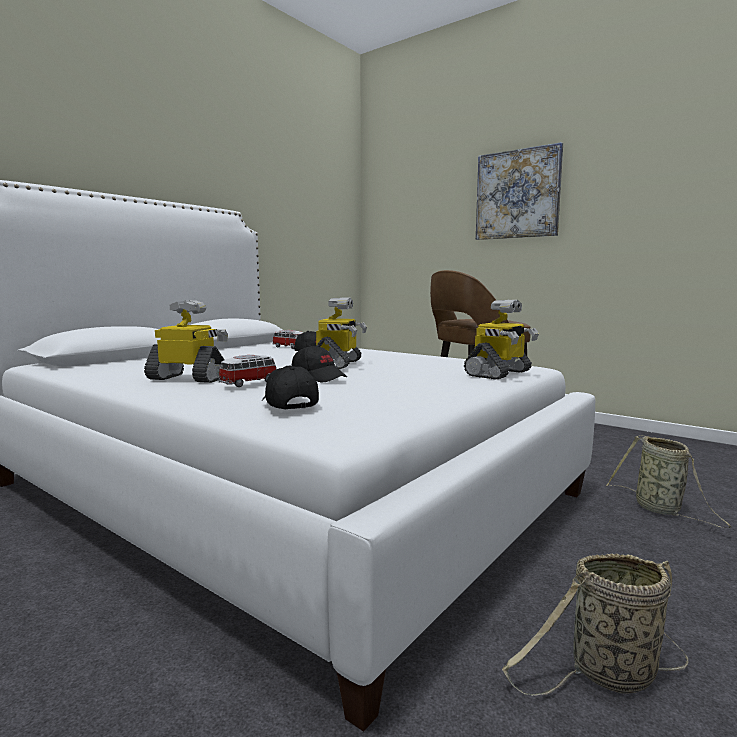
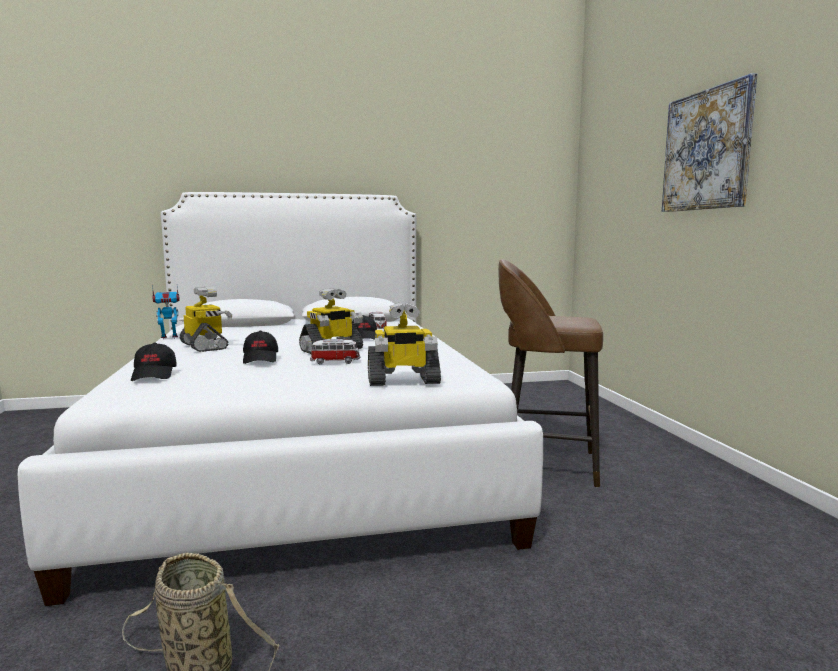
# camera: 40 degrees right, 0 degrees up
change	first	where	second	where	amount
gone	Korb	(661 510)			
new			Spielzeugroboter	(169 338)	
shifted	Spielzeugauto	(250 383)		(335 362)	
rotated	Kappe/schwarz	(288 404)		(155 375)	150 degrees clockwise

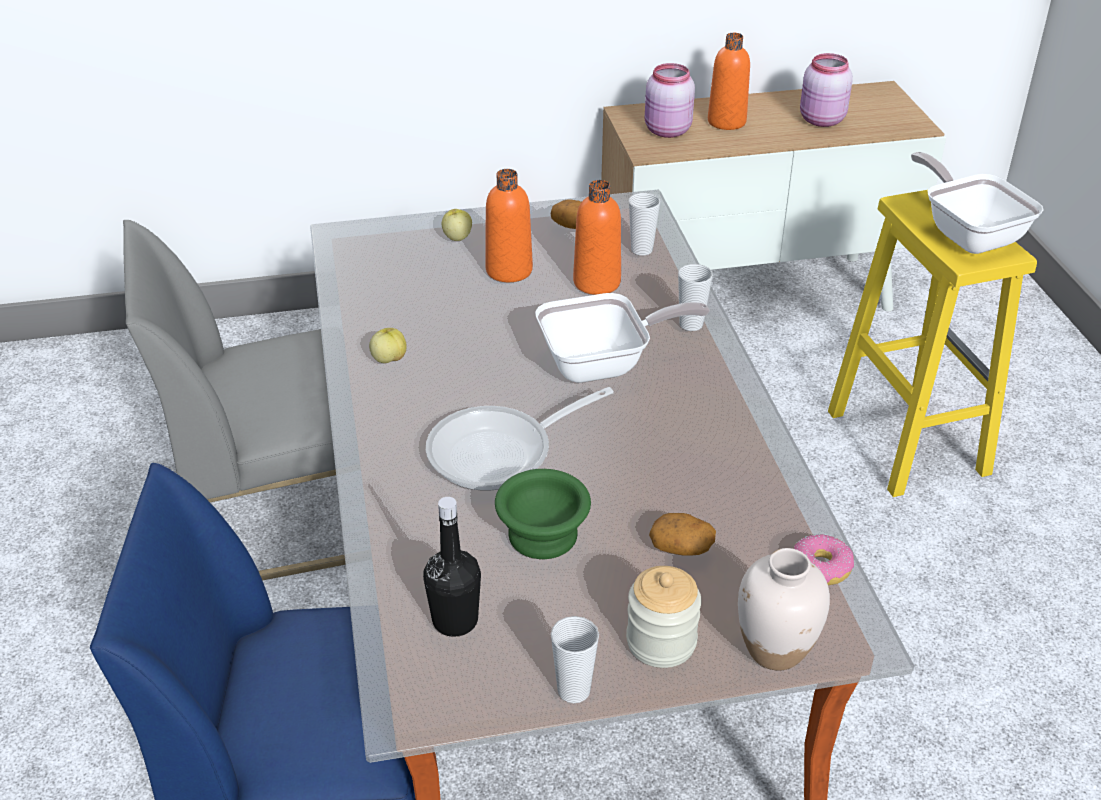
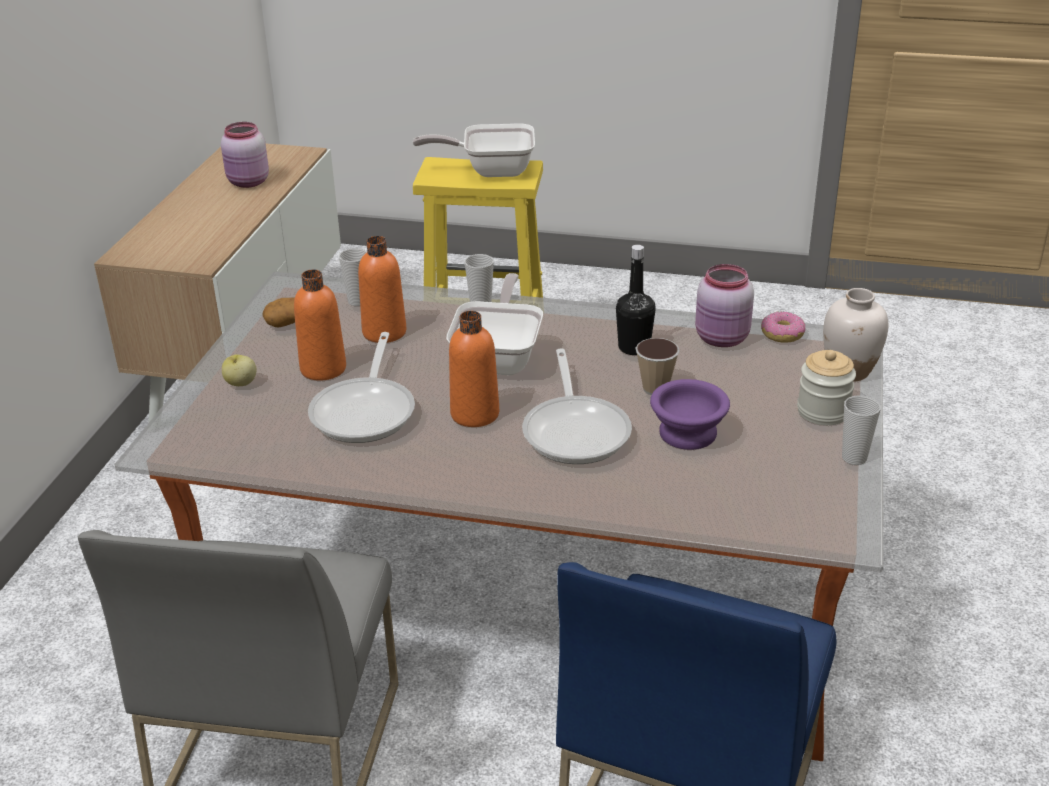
# camera: 65 degrees left, 5 degrees down
change	first	where	second	where	amount
gone	Apfel	(389 359)			
gone	Kartoffel	(682 547)			
new			Pfanne	(366 411)	
new			Tasse	(655 388)	
shifted	Flasche/schwarz	(455 620)		(634 347)	
shifted	Vorratsglas/rosa	(666 131)		(722 339)	
shifted	Flasche/orange	(726 122)		(475 414)	
repainted	Schüssel/grün	(545 534)	Schüssel/lila	(687 432)	

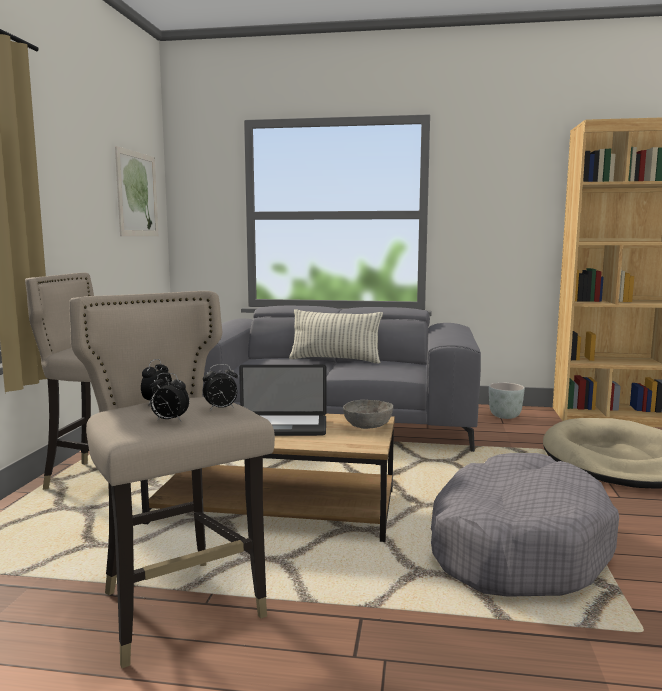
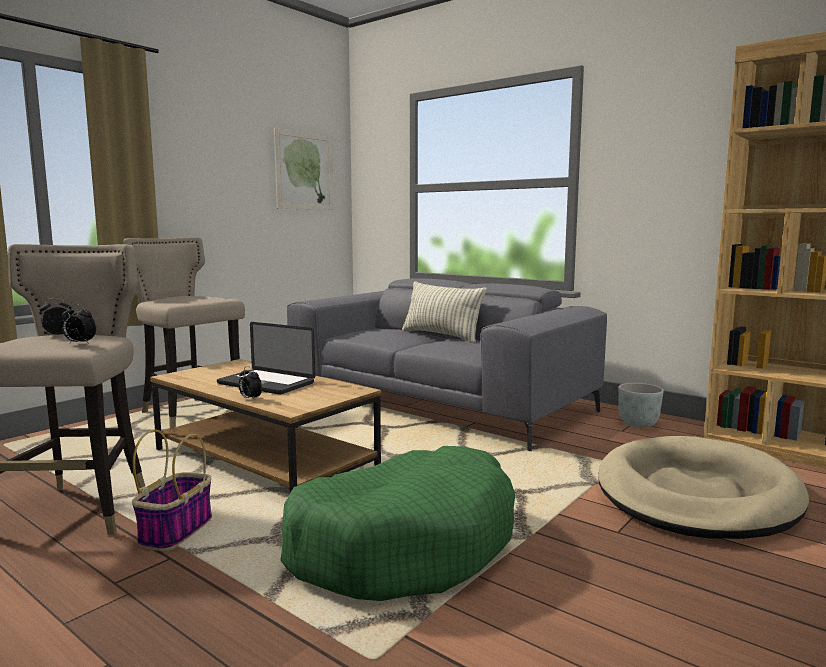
# camera: 30 degrees right, 0 degrees up
change	first	where	second	where	amount
gone	Schüssel/grau	(367 425)			
new			Korb	(176 530)	
shifted	Wecker	(169 420)		(250 399)	
repainted	Hundebett/grau	(516 546)	Hundebett/grün	(403 545)	

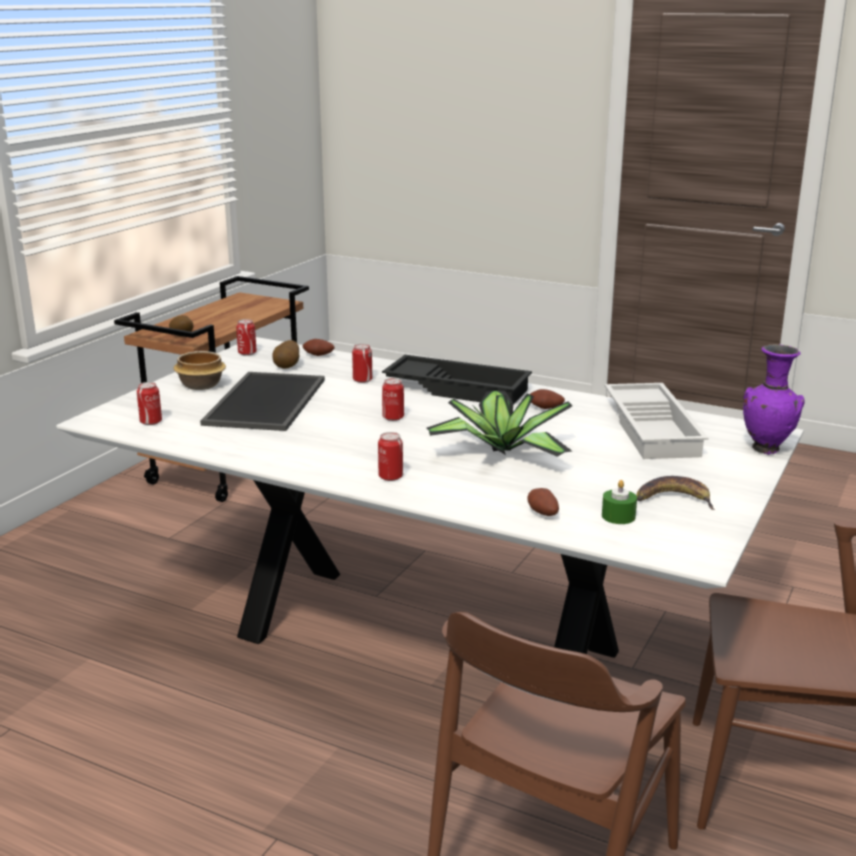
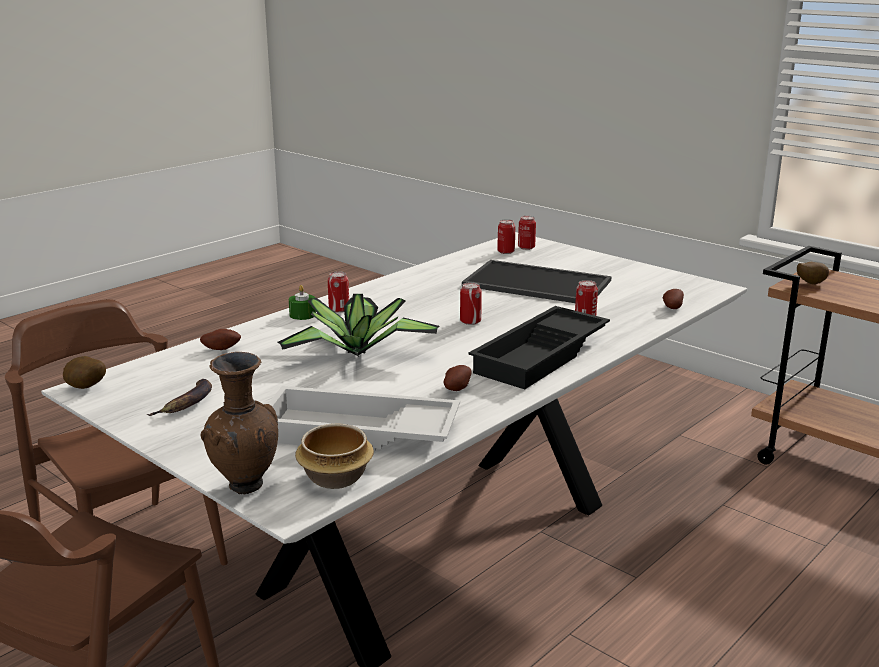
# camera: 105 degrees right, 0 degrees up
change	first	where	second	where	amount
shifted	Schüssel	(200 385)		(337 477)	
shifted	Dose	(247 353)		(526 247)	
shifted	Kartoffel	(288 367)		(86 388)	
shifted	Kerze/grün	(618 516)		(302 315)	
repainted	Vase/lila	(767 449)	Vase/braun	(246 488)	

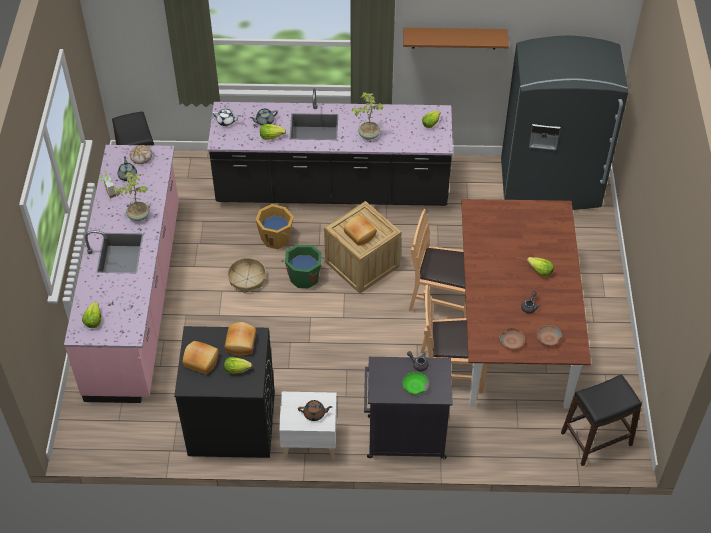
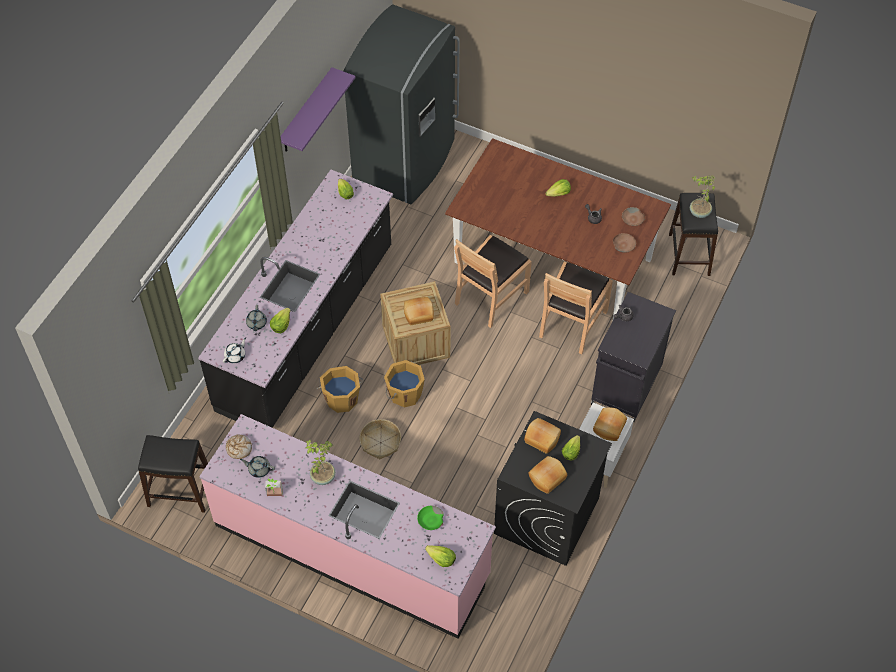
# camera: 65 degrees left, 5 degrees up
change	first	where	second	where	amount
shifted	Topfpflanze	(368 135)		(699 213)	
shifted	Schüssel/grün	(414 386)		(430 521)	
swapped	Teekanne/braun	(314 414)	Brot	(608 427)	
repainted	Eimer/grün	(304 276)	Eimer/orange	(404 394)	
repainted	Wandregal/braun	(454 38)	Wandregal/lila	(306 112)	

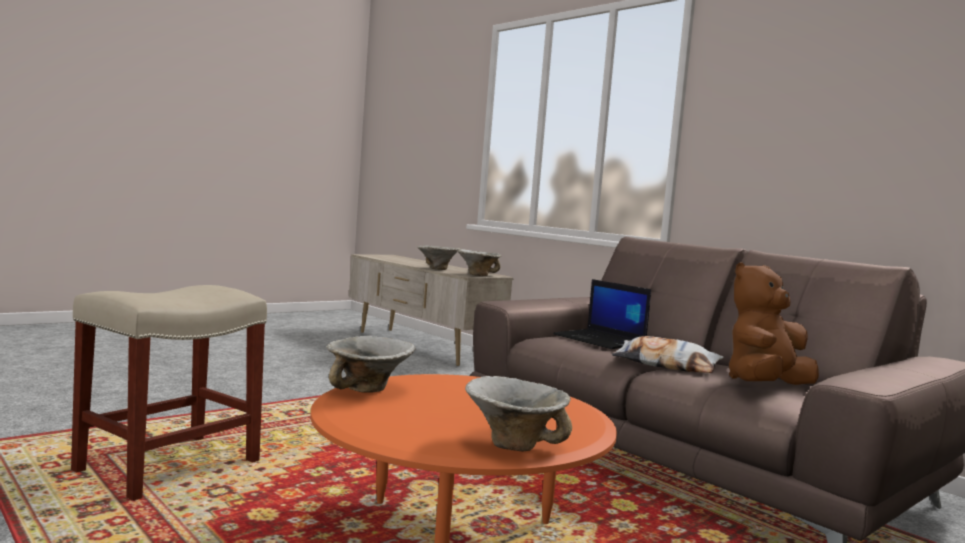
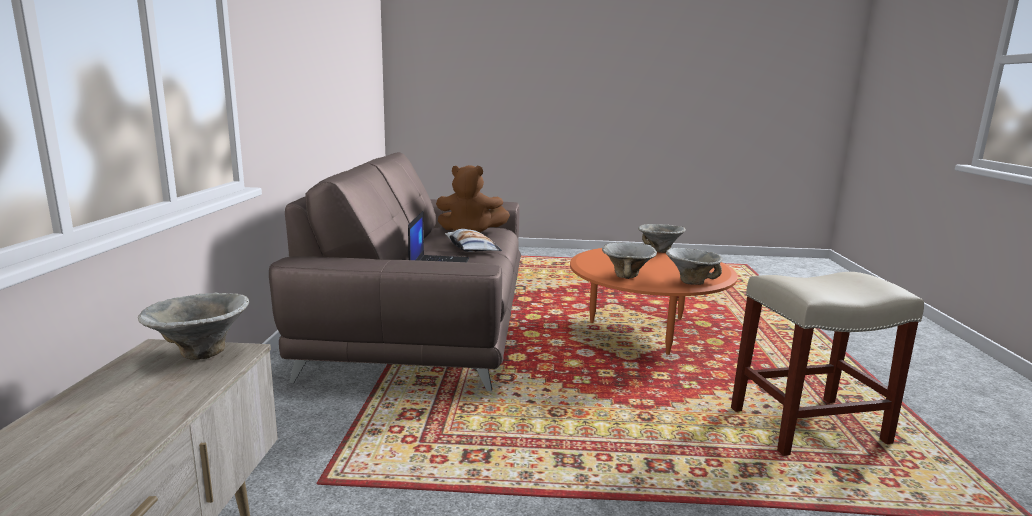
# camera: 135 degrees left, 10 degrees up
change	first	where	second	where	amount
shifted	Schüssel	(436 269)		(628 276)	

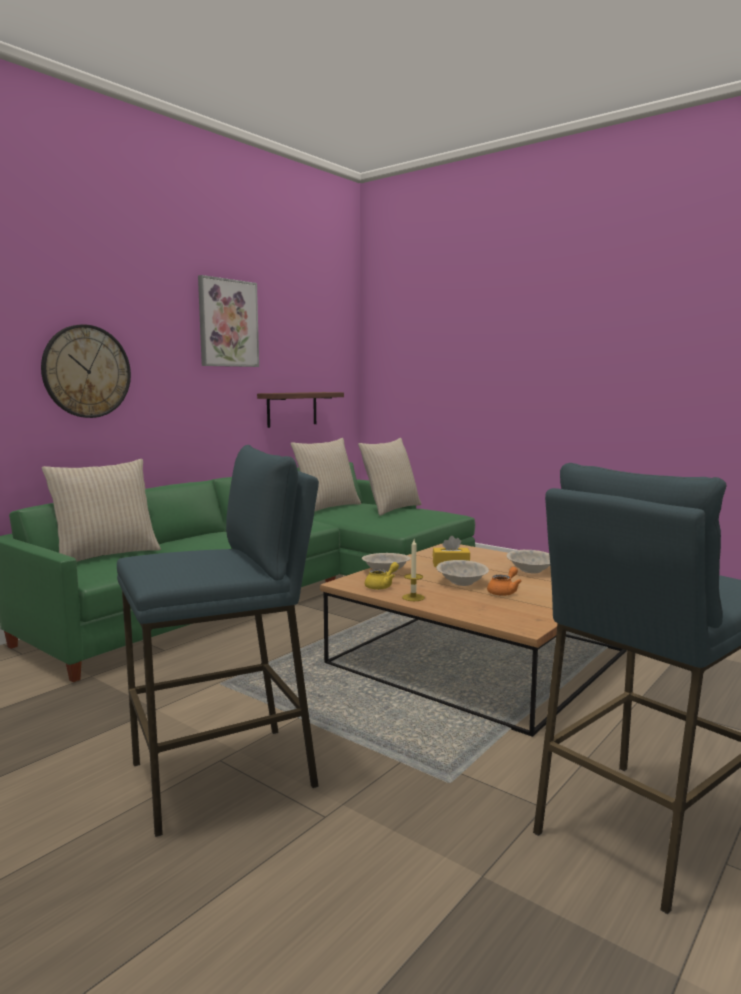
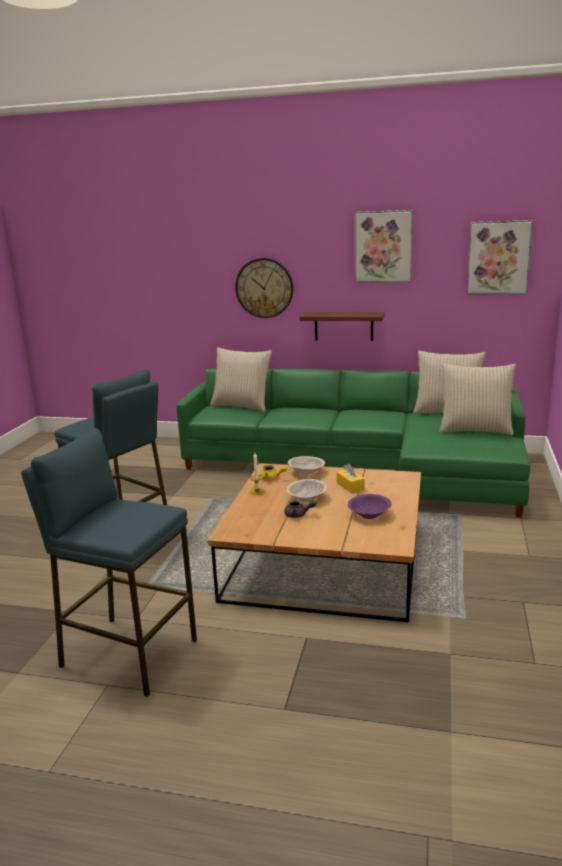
# camera: 65 degrees right, 10 degrees up
change	first	where	second	where	amount
new			Bild	(498 258)	
shifted	Wandregal	(292 409)		(343 326)	
repainted	Teekanne/orange	(504 592)	Teekanne/grau	(298 515)	
repainted	Schüssel/beige	(531 570)	Schüssel/lila	(369 515)	

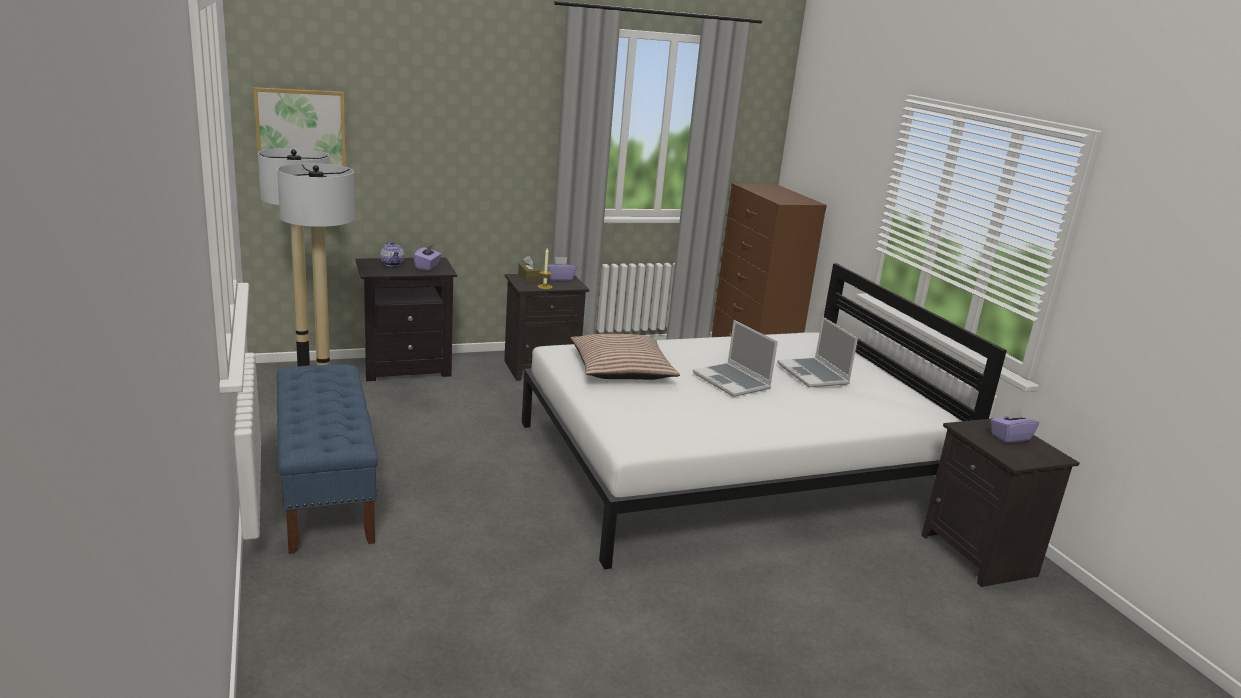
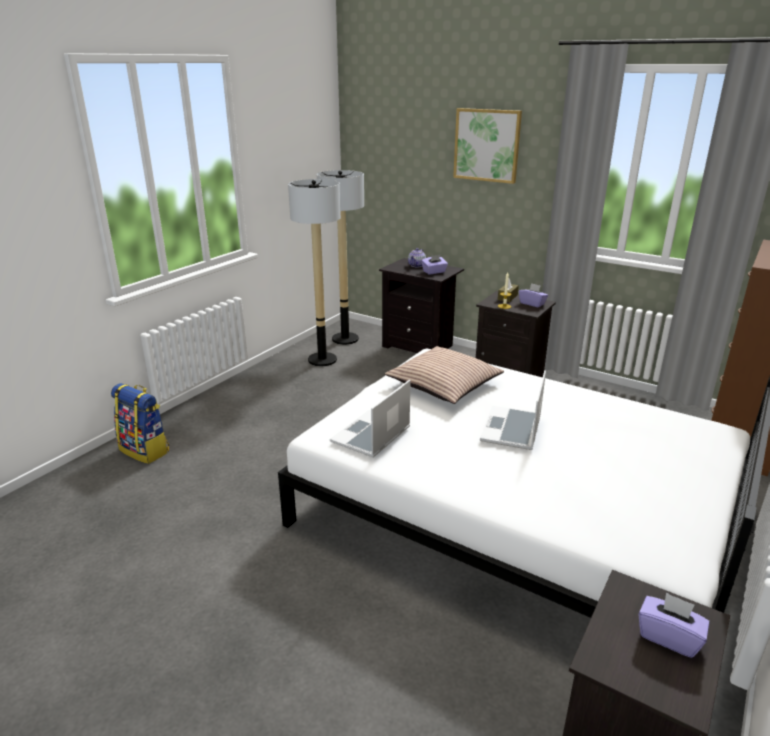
# camera: 55 degrees right, 5 degrees up
change	first	where	second	where	amount
gone	Bank/blau	(325 491)			
new			Rucksack	(145 450)	
shifted	Bild	(301 132)		(487 145)	
shifted	Laptop	(814 374)		(371 436)	

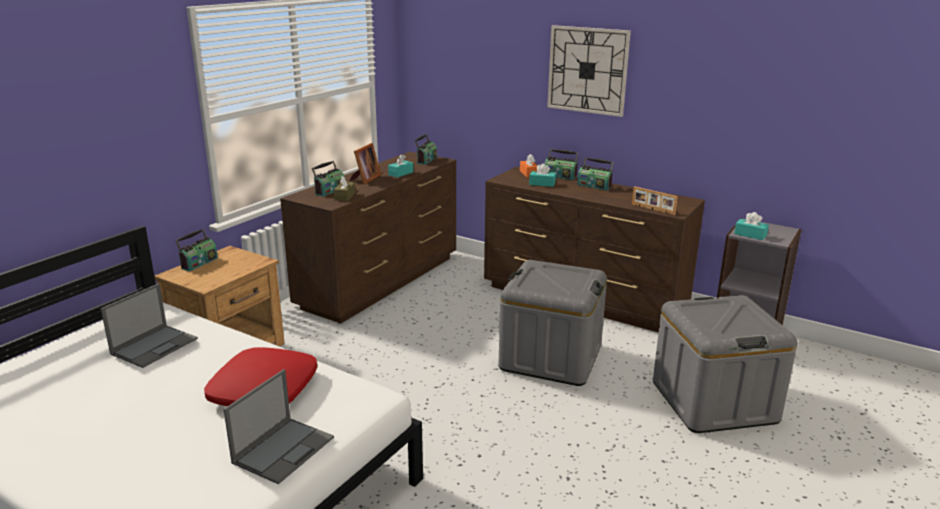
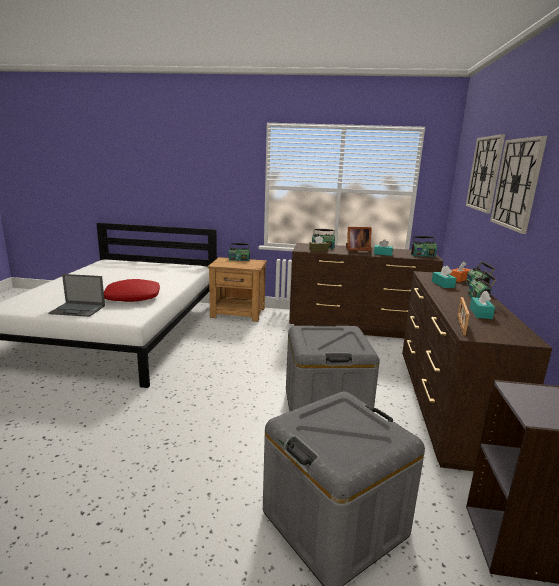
# camera: 65 degrees right, 5 degrees down
change	first	where	second	where	amount
gone	Laptop	(155 346)			
new			Wanduhr	(485 173)	
shifted	Taschentuchbox/türkis	(750 235)		(480 313)	

